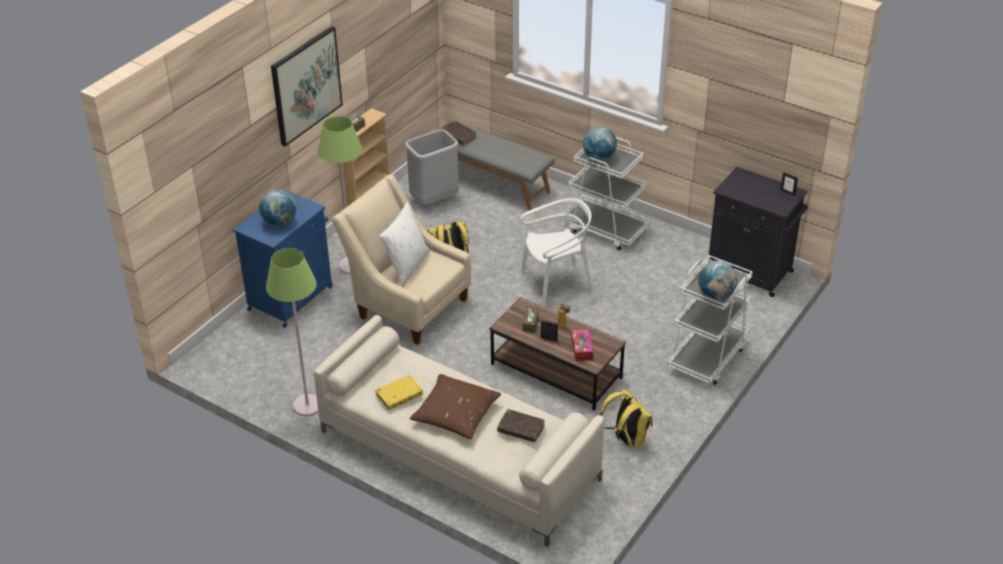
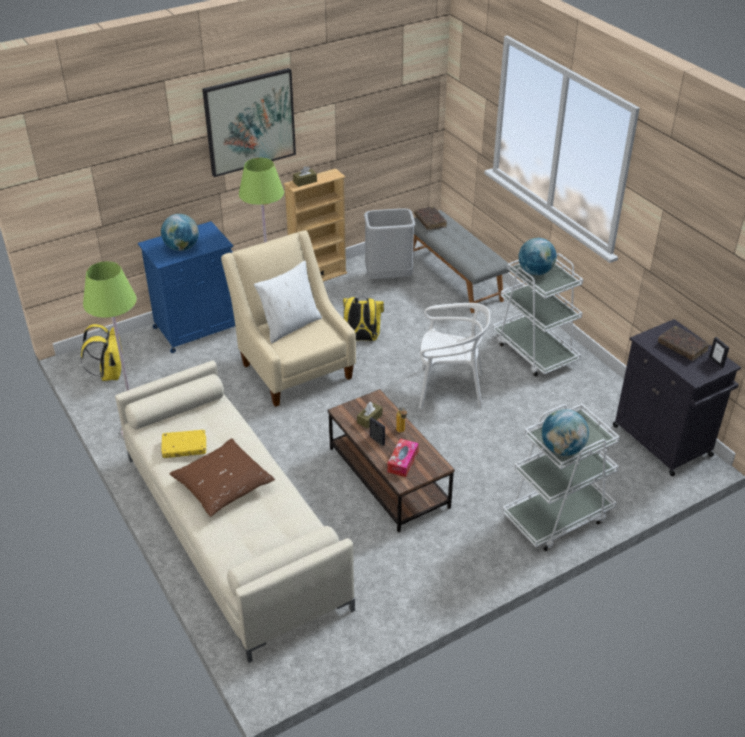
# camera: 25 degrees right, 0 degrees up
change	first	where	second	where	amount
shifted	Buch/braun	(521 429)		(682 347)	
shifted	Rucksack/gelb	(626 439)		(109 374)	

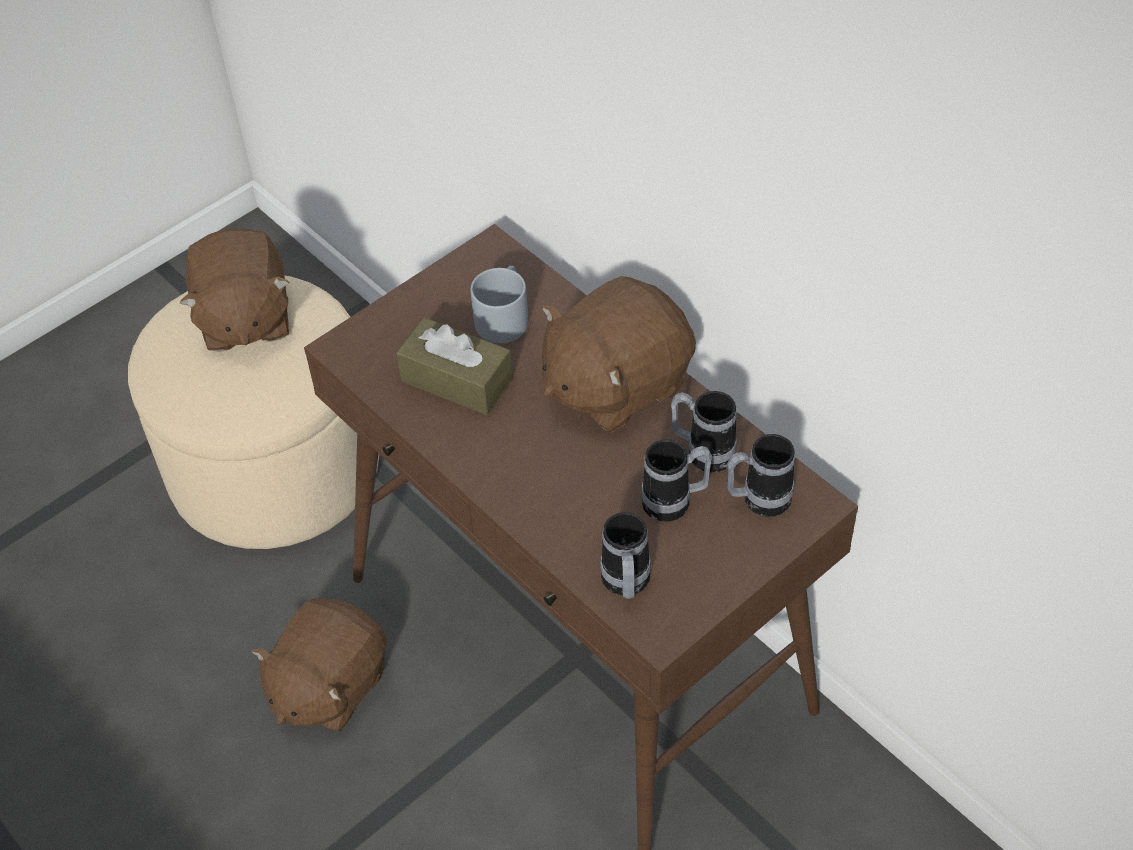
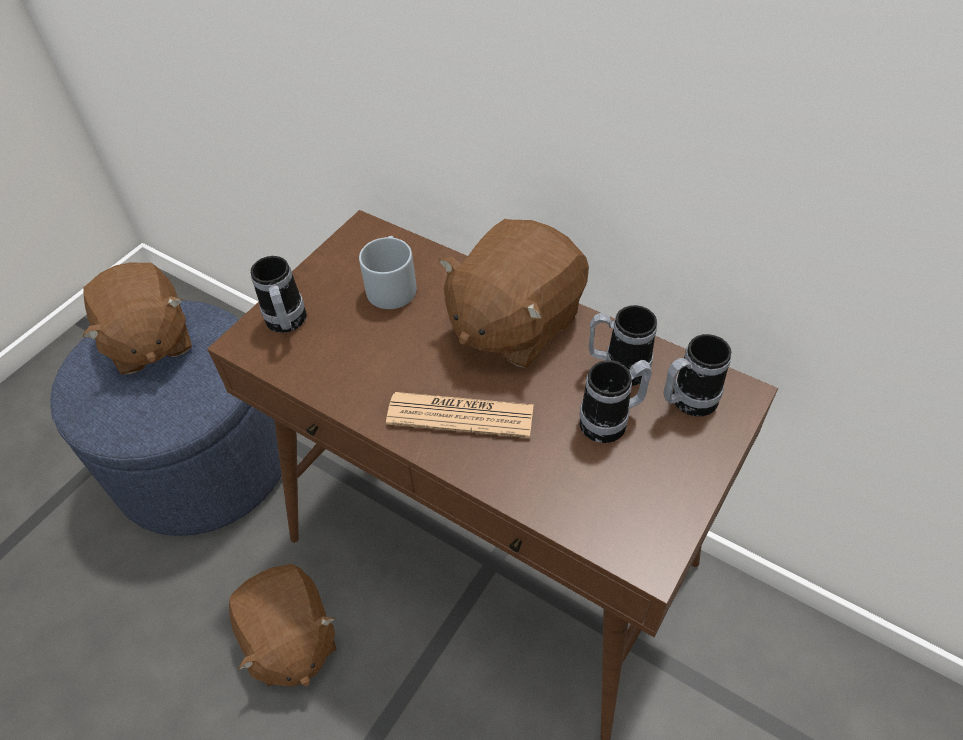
# camera: 15 degrees left, 0 degrees up
change	first	where	second	where	amount
gone	Taschentuchbox/braun	(457 380)			
new			Zeitung	(460 415)	
shifted	Henkelbecher	(625 585)		(287 325)	
repainted	Polsterhocker/beige	(275 466)	Polsterhocker/blau	(204 459)	
rotated	Plüschtier/braun	(328 685)		(290 640)	45 degrees counterclockwise

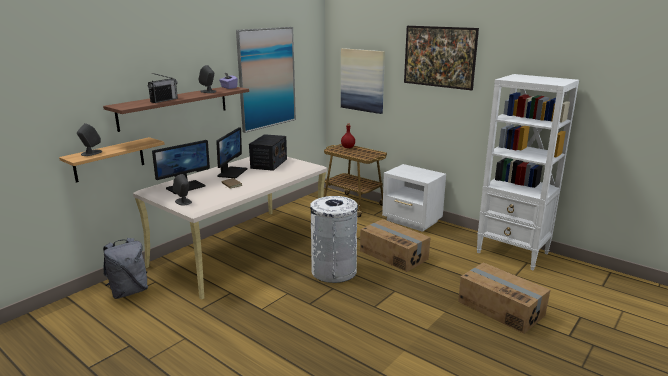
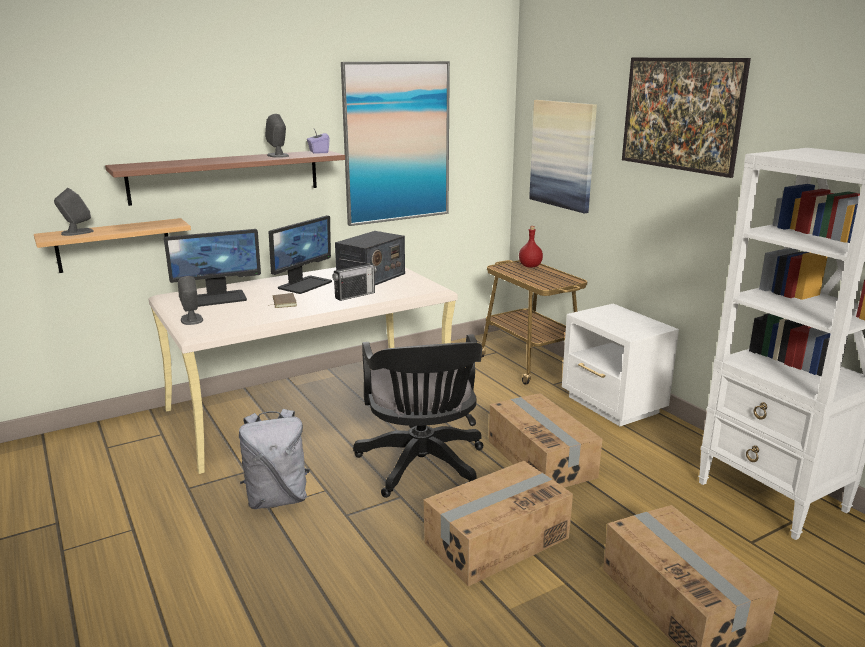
# camera: 20 degrees right, 0 degrees up
change	first	where	second	where	amount
new			Karton	(496 540)	
shifted	Rucksack/grau	(129 291)		(277 498)	
shifted	Radio	(164 100)		(355 295)	
swapped	Mülleimer/weiß	(334 271)	Bürostuhl/schwarz	(422 468)	

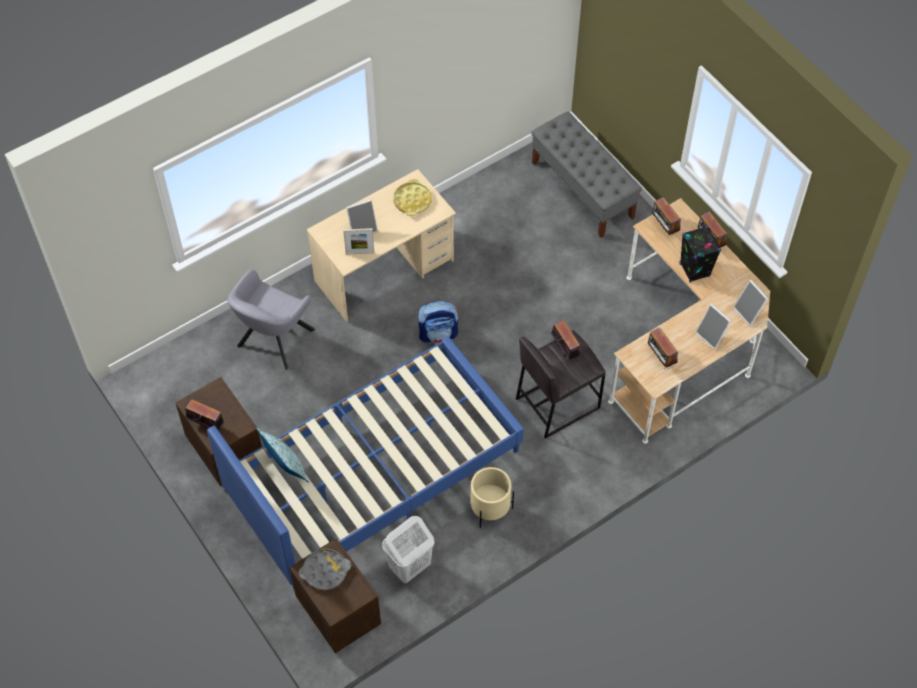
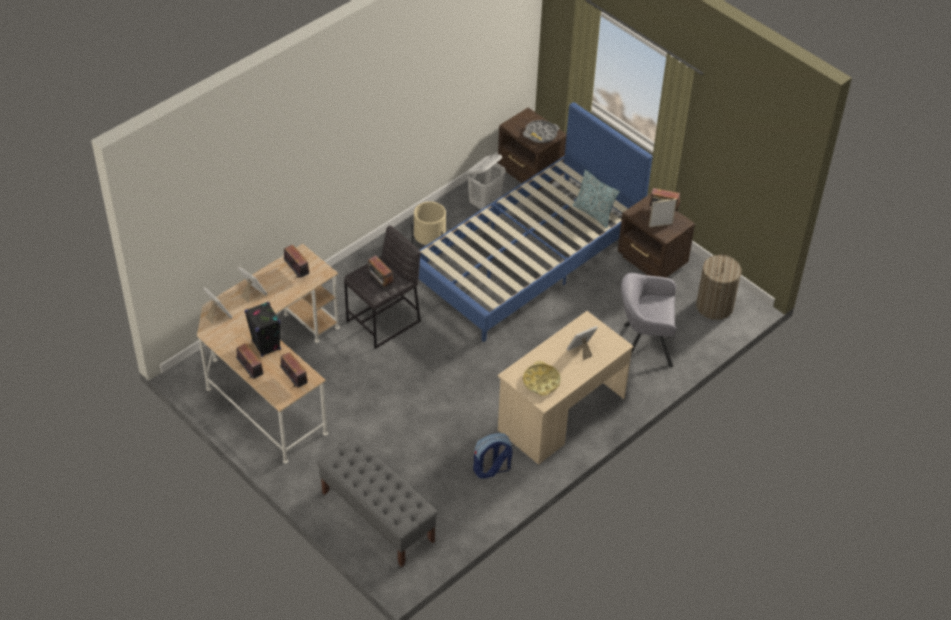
# camera: 170 degrees right, 10 degrees down
change	first	where	second	where	amount
new			Wäschekorb	(714 306)	
shifted	Bilderrahmen	(360 253)		(660 225)	
shifted	Rucksack	(438 334)		(491 469)	
rotated	Sessel/grau	(273 341)		(643 344)	105 degrees counterclockwise

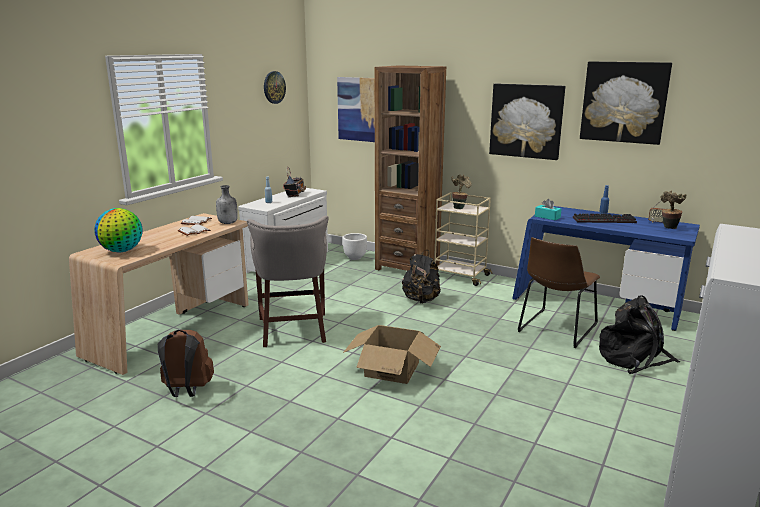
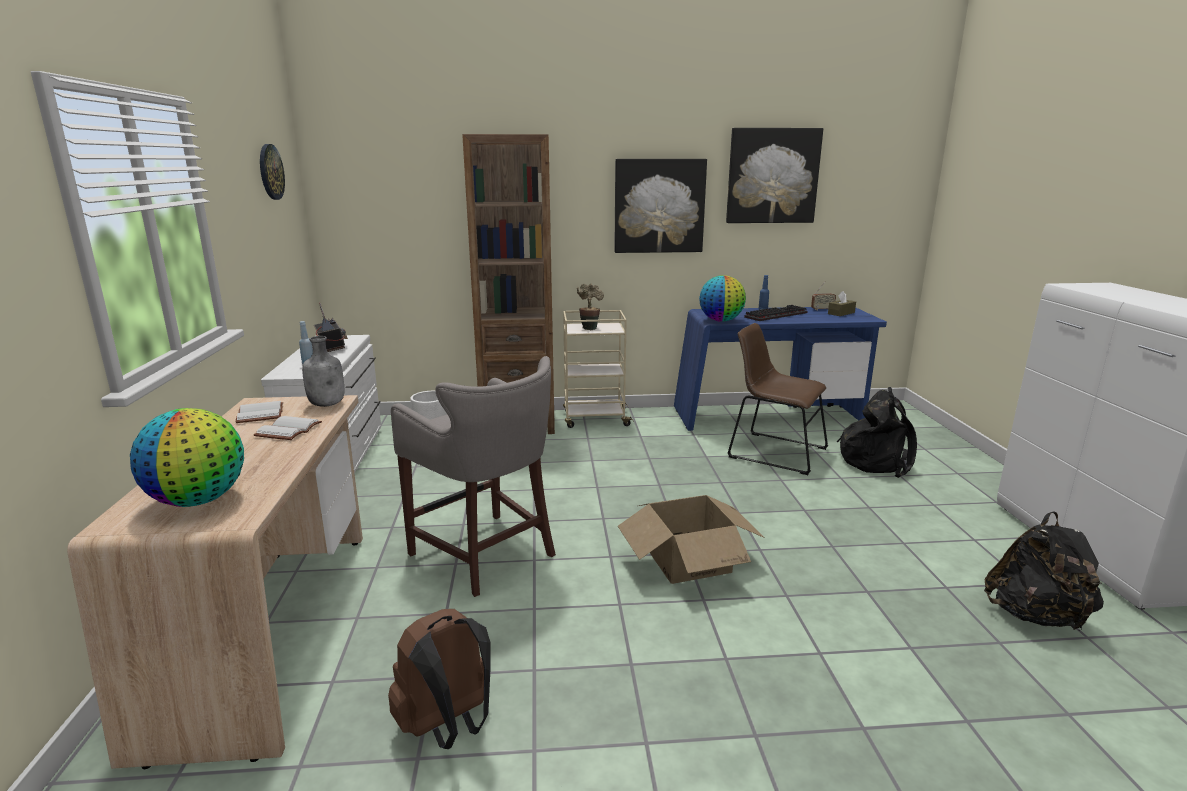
# camera: 35 degrees left, 0 degrees up
change	first	where	second	where	amount
gone	Bild	(358 109)			
shifted	Rucksack/schwarz	(421 300)		(1036 616)	
swapped	Taschentuchbox/türkis	(547 217)	Globus	(721 321)	
swapped	Topfpflanze	(668 228)	Taschentuchbox/braun	(841 313)	
rotated	Stuhl/braun	(556 329)		(773 452)	120 degrees clockwise

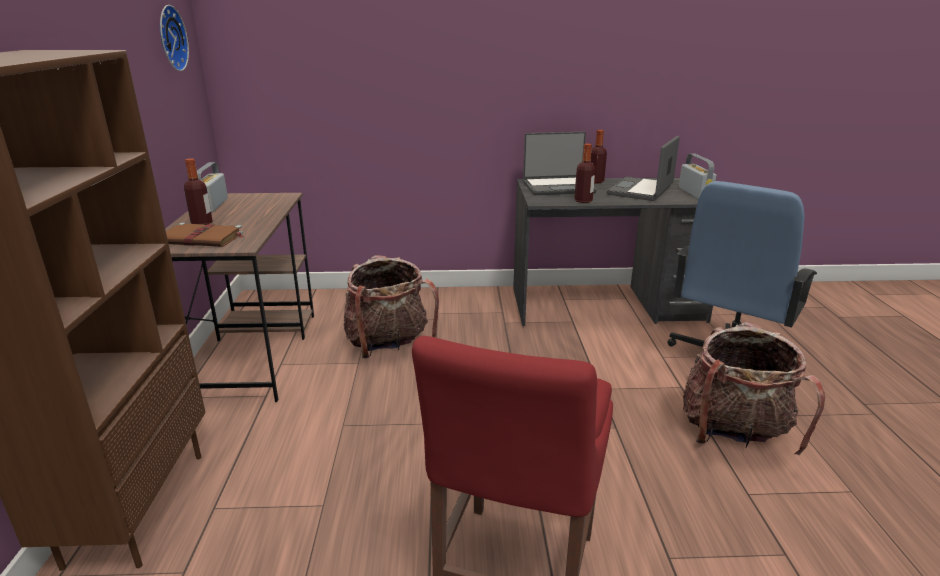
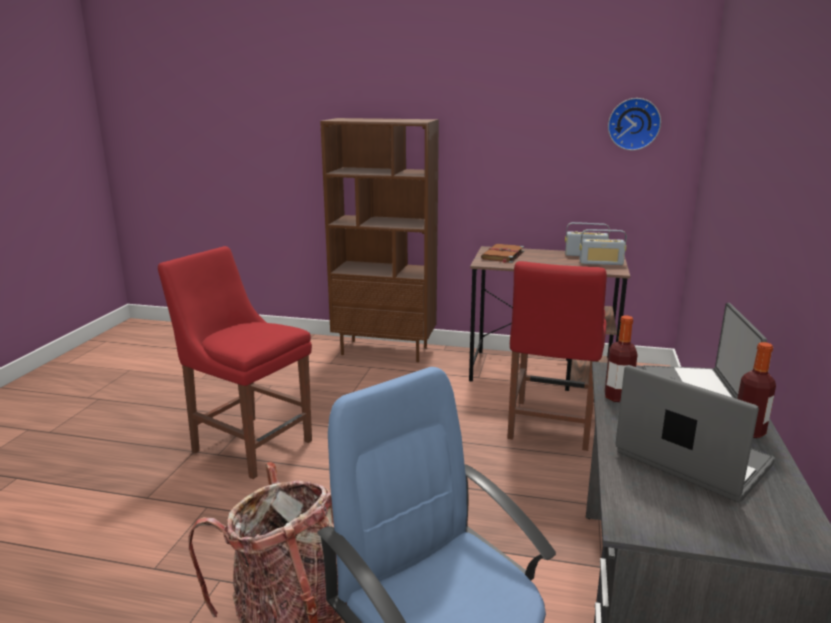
# camera: 105 degrees right, 5 degrees down
change	first	where	second	where	amount
gone	Flasche	(202 223)			
shifted	Radio	(694 193)		(601 263)	
swapped	Rucksack	(388 344)	Stuhl/rot	(550 427)	

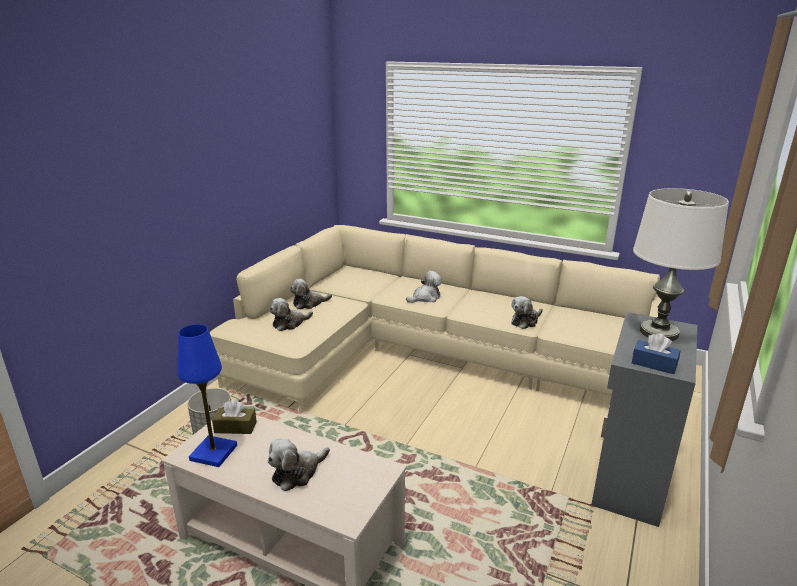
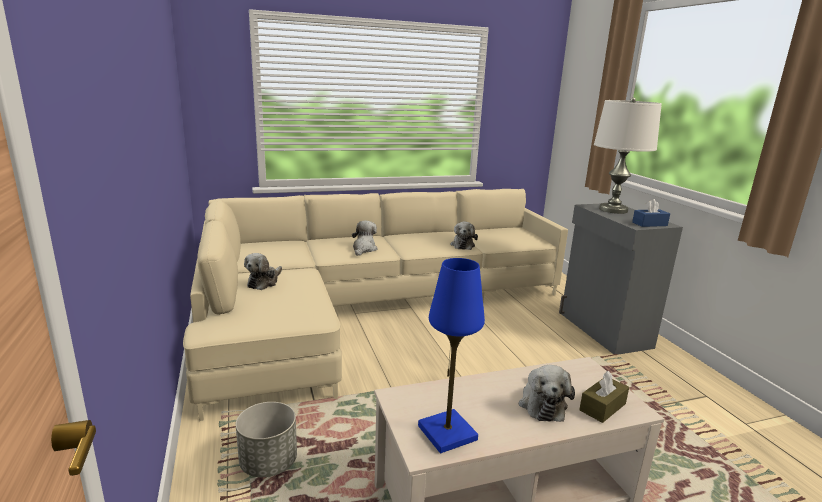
# camera: 45 degrees left, 5 degrees down
change	first	where	second	where	amount
gone	Plüschtier	(290 323)			
shifted	Taschentuchbox/braun	(235 427)		(602 407)	

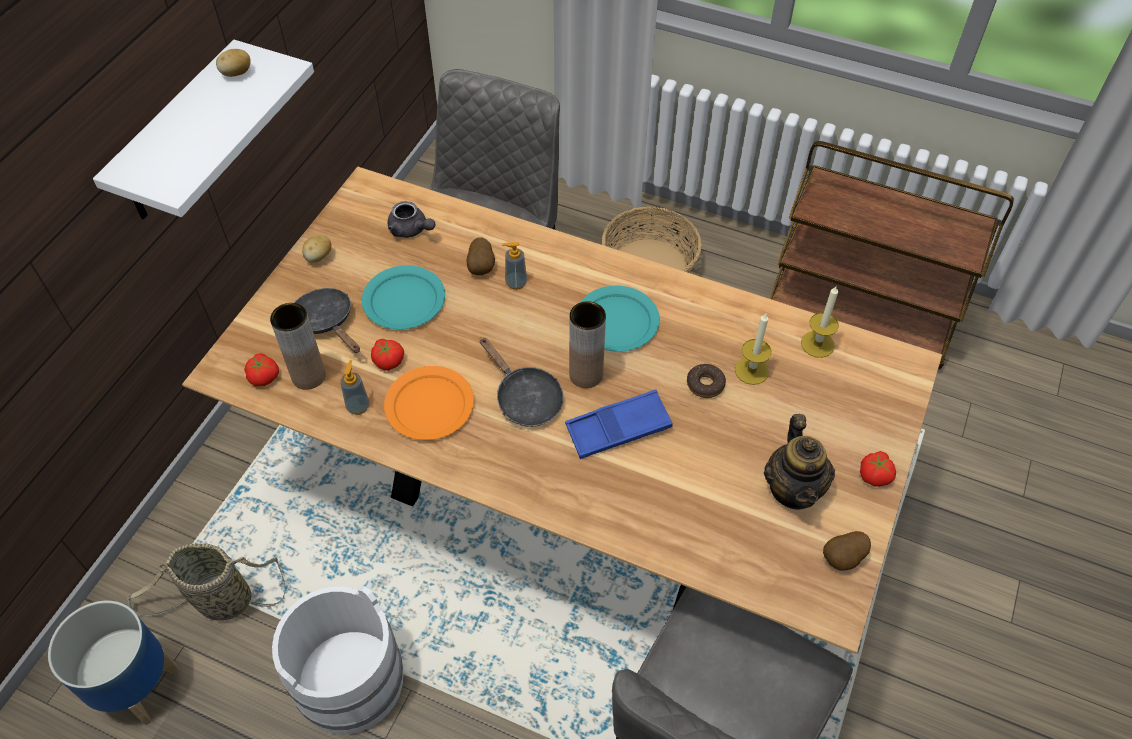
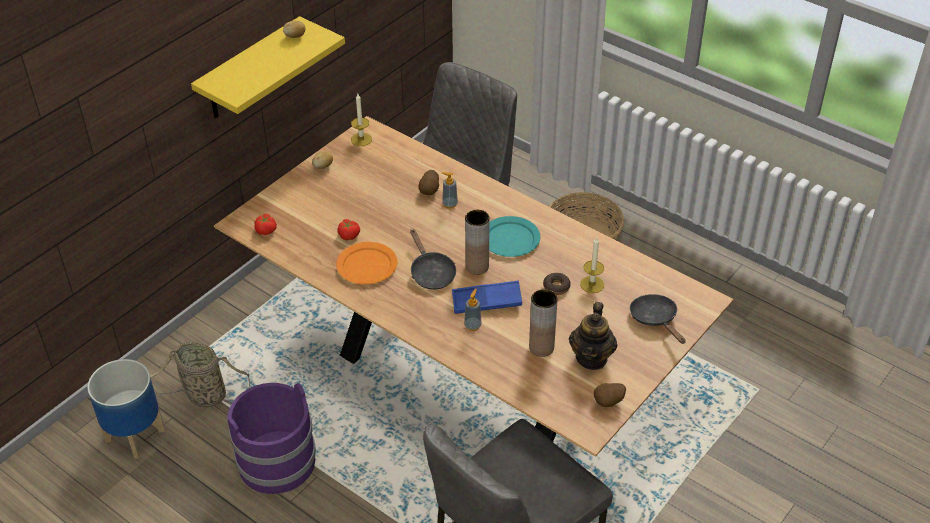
# camera: 15 degrees right, 10 degrees down
change	first	where	second	where	amount
gone	Teller/türkis	(404 300)			
gone	Teekanne/grau	(411 230)			
gone	Rollwagen/braun	(858 317)			
gone	Tomate	(875 475)			
shifted	Vase/braun	(308 376)		(541 347)	
shifted	Pfanne/schwarz	(326 322)		(655 319)	
shifted	Seifenspender	(358 406)		(472 325)	
shifted	Kerze	(817 344)		(361 139)	
repainted	Wandregal/weiß	(179 136)	Wandregal/gelb	(250 70)	
repainted	Eimer/weiß	(350 679)	Eimer/lila	(277 461)	

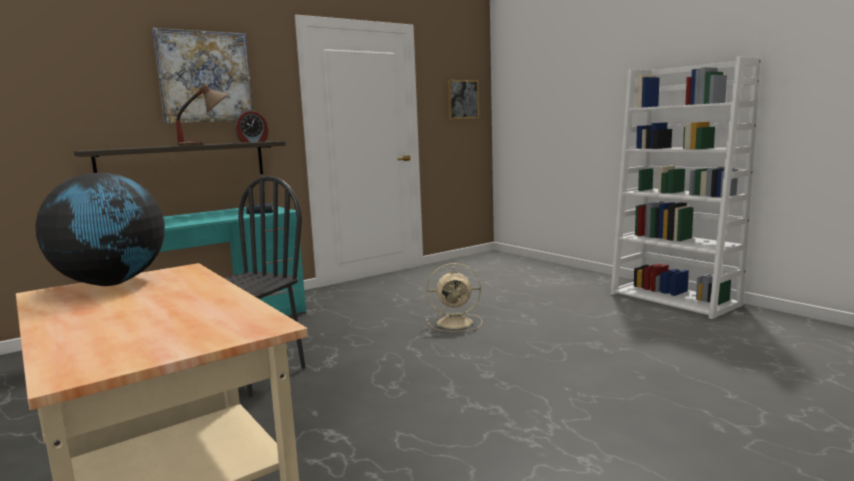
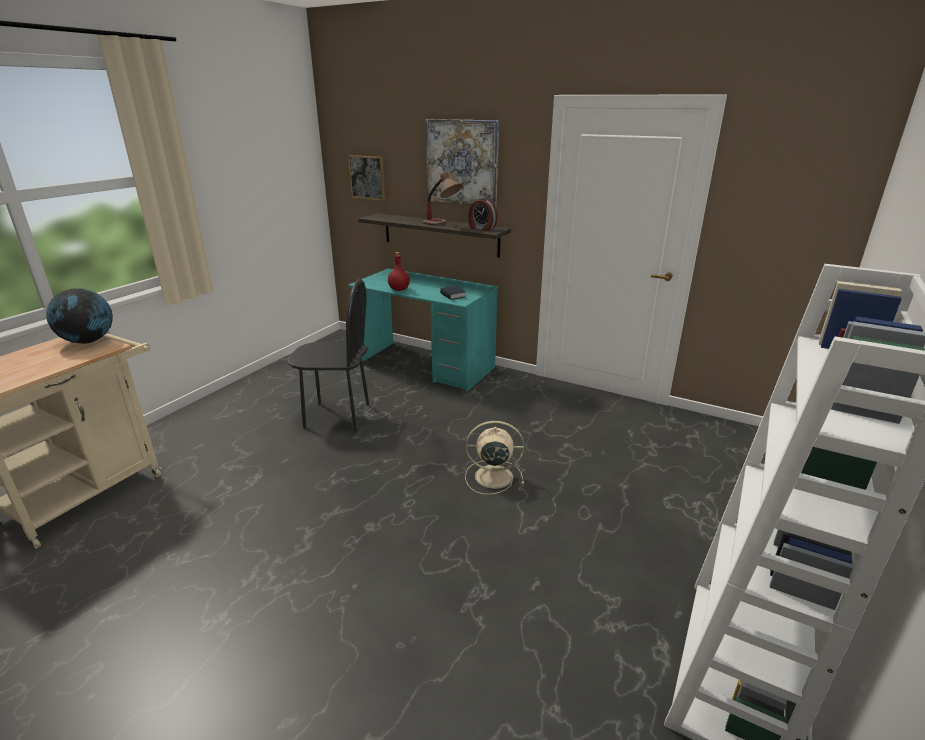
# camera: 65 degrees right, 15 degrees up
change	first	where	second	where	amount
new			Flasche/rot	(398 289)	
shifted	Bild	(462 99)		(367 177)	
rotated	Ventilator/beige	(456 322)		(492 476)	120 degrees clockwise

